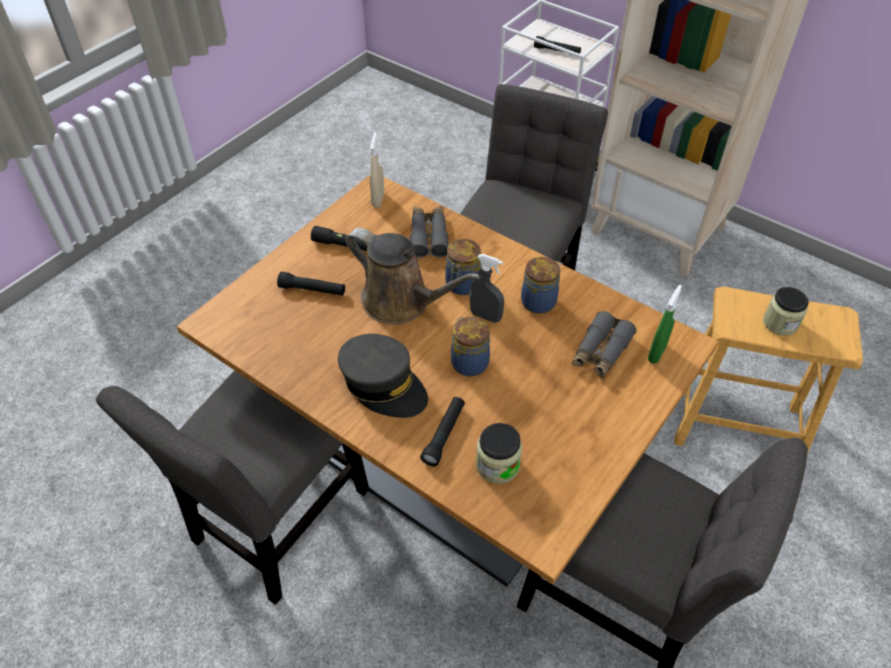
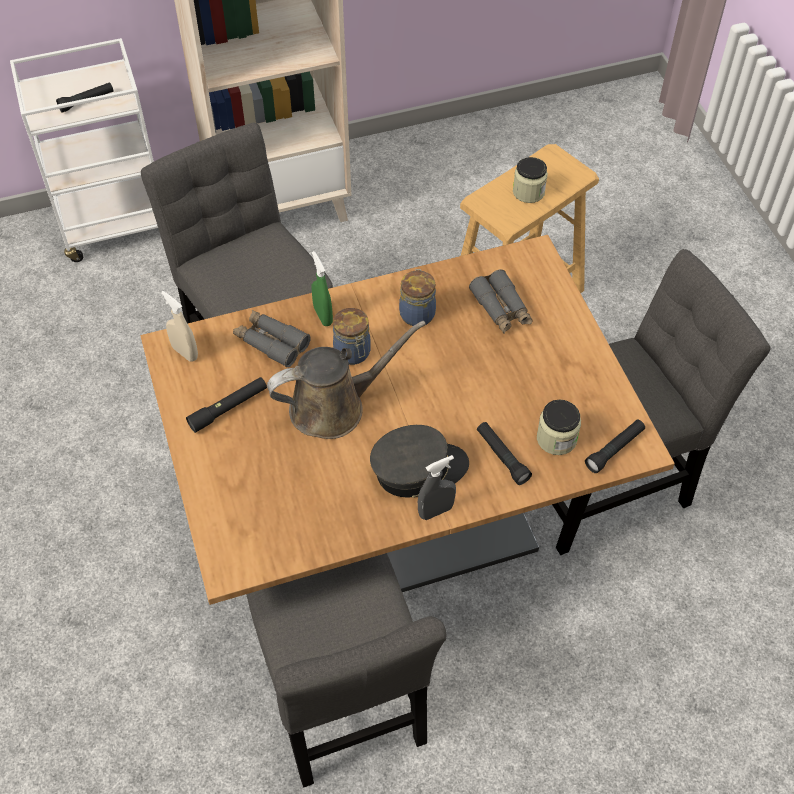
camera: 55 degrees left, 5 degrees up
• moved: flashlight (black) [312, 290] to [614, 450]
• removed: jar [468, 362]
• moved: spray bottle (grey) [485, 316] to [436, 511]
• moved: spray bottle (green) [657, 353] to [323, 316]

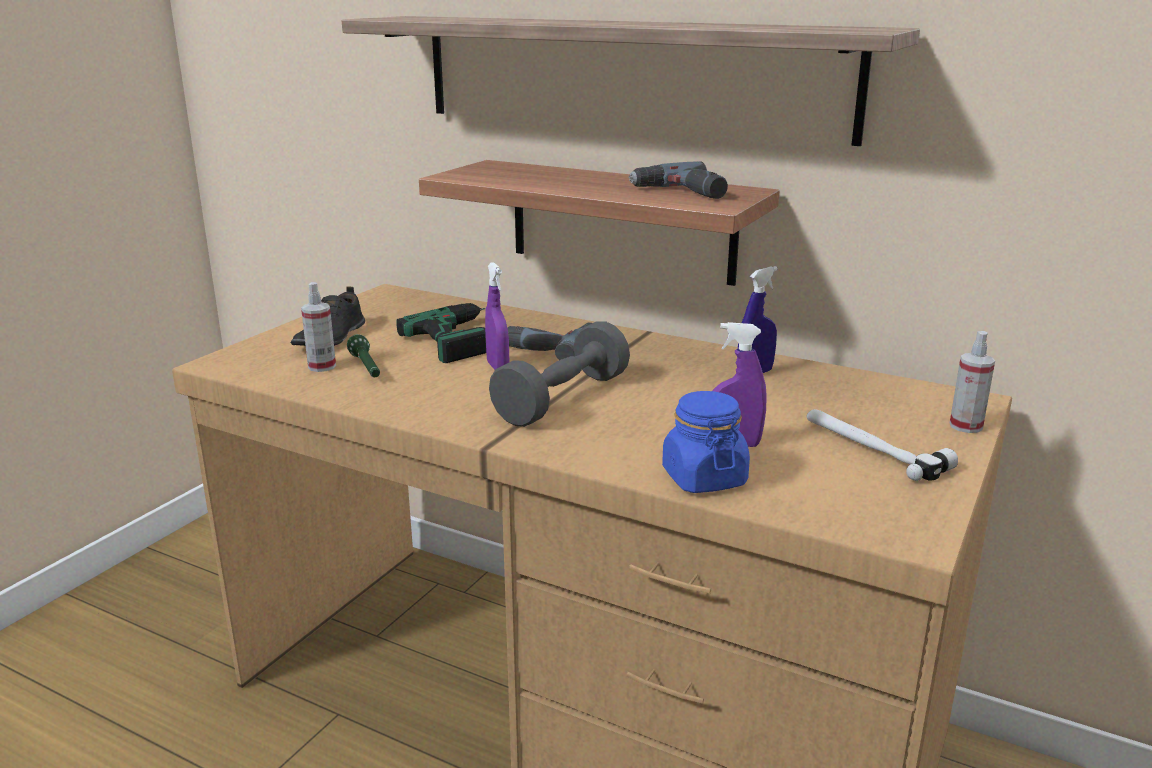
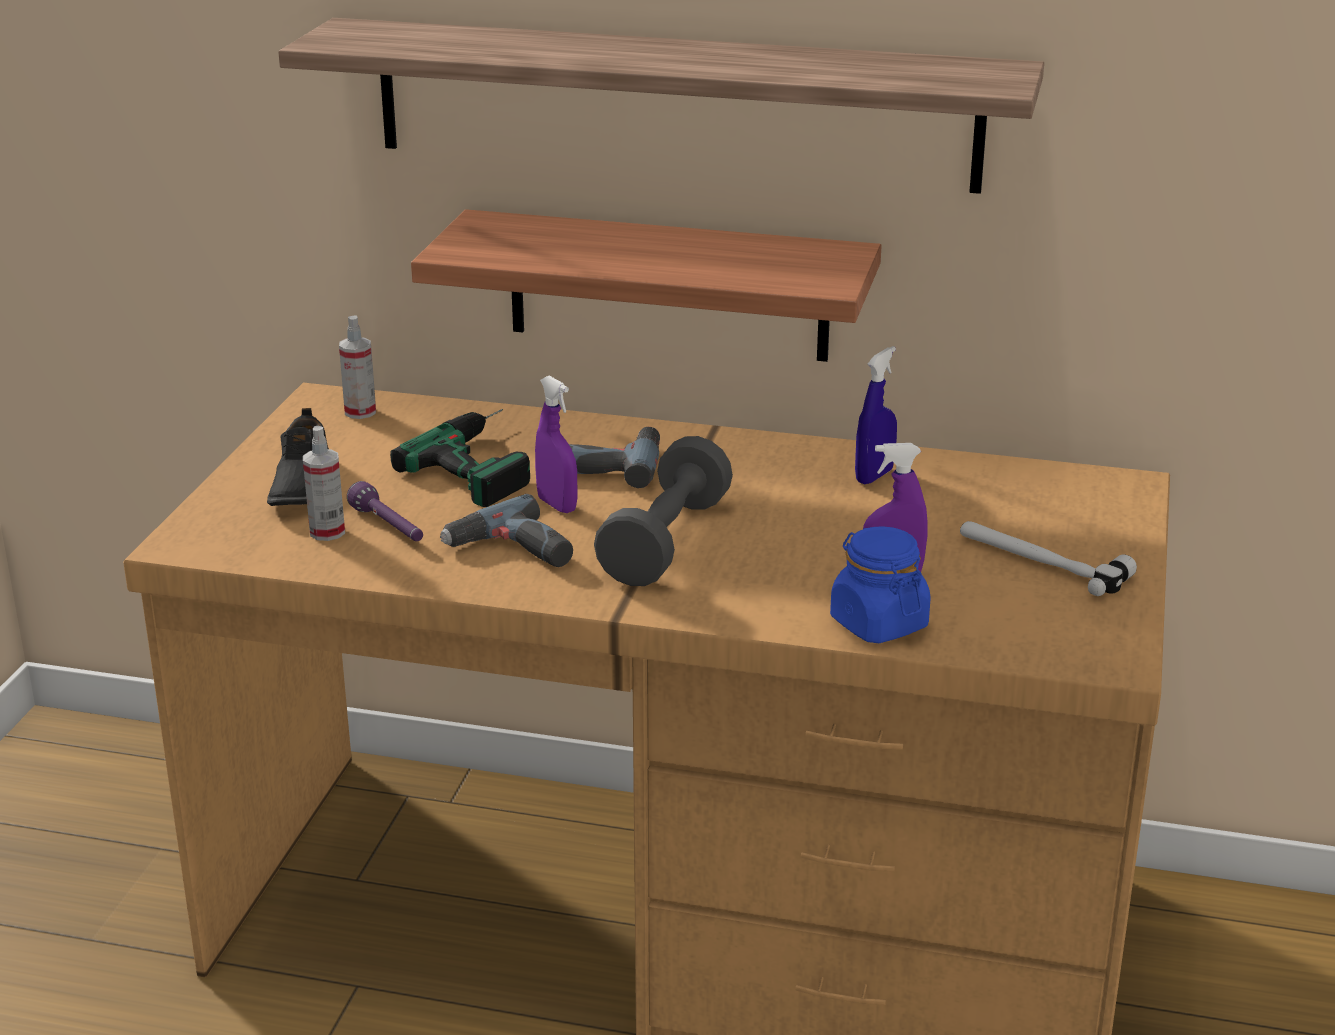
camera: 15 degrees left, 5 degrees up
• recoloured: flashlight (green) [366, 368] to flashlight (purple) [389, 527]
• moved: power drill [680, 192] to [511, 552]
• moved: spray bottle [966, 426] to [360, 412]

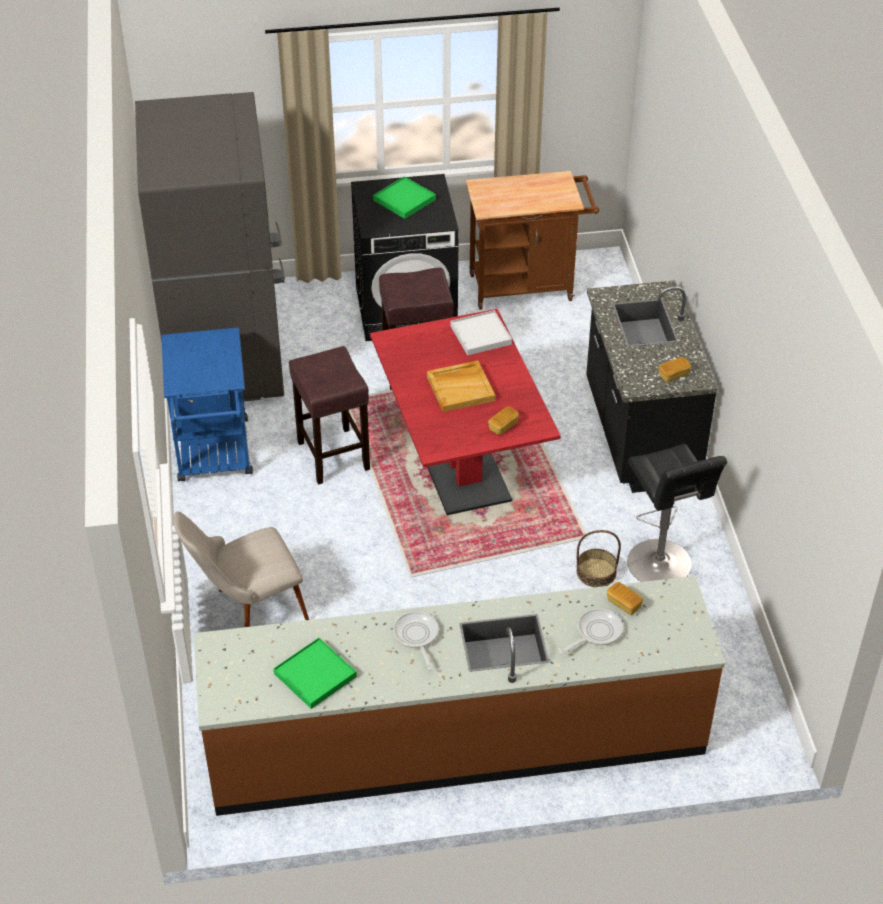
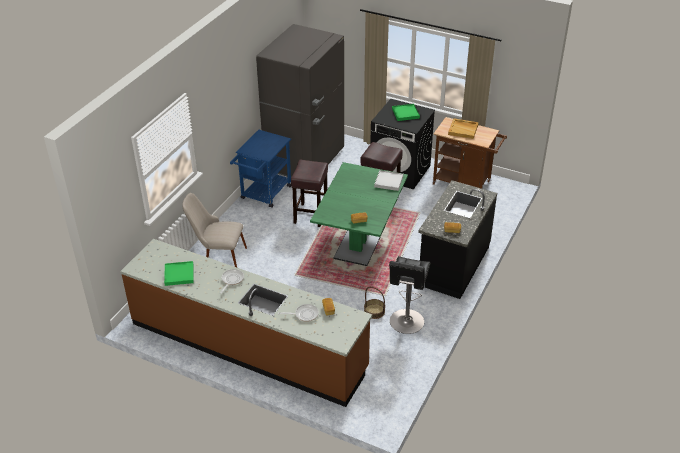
camera: 35 degrees right, 5 degrees down
• recoloured: dining table (red) [461, 465] to dining table (green) [359, 242]
• moved: tray (beige) [461, 388] to [463, 129]

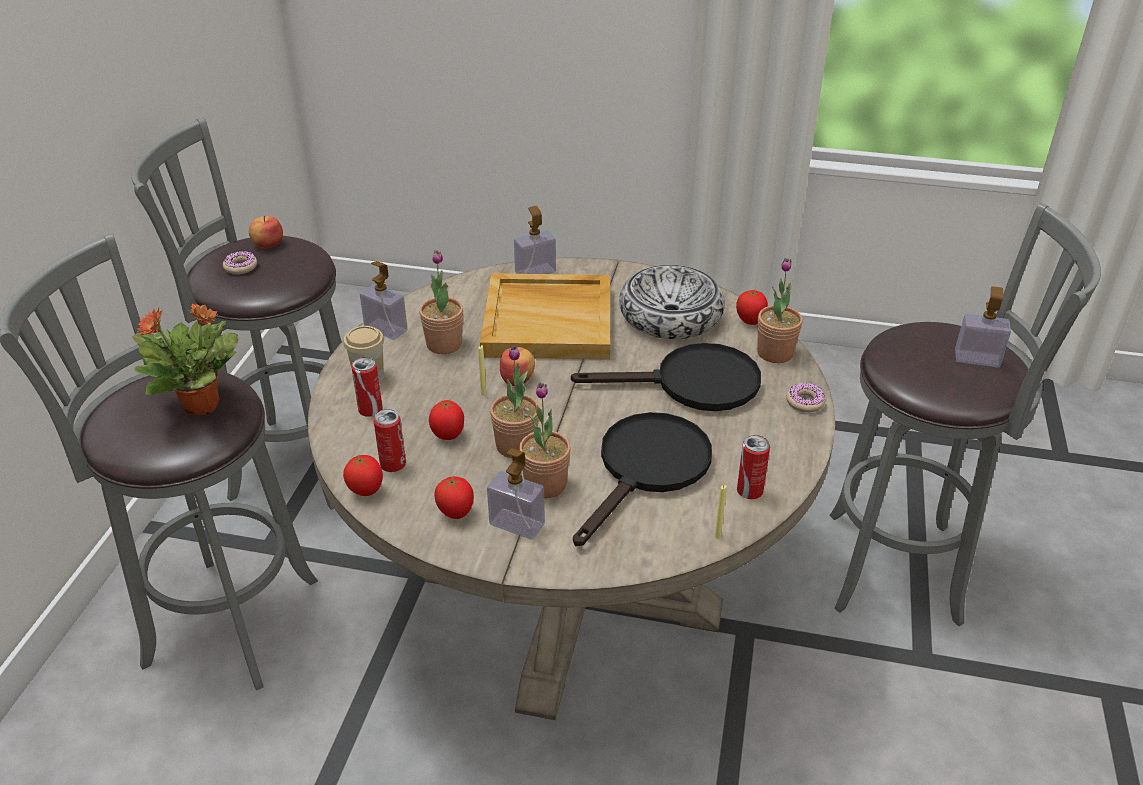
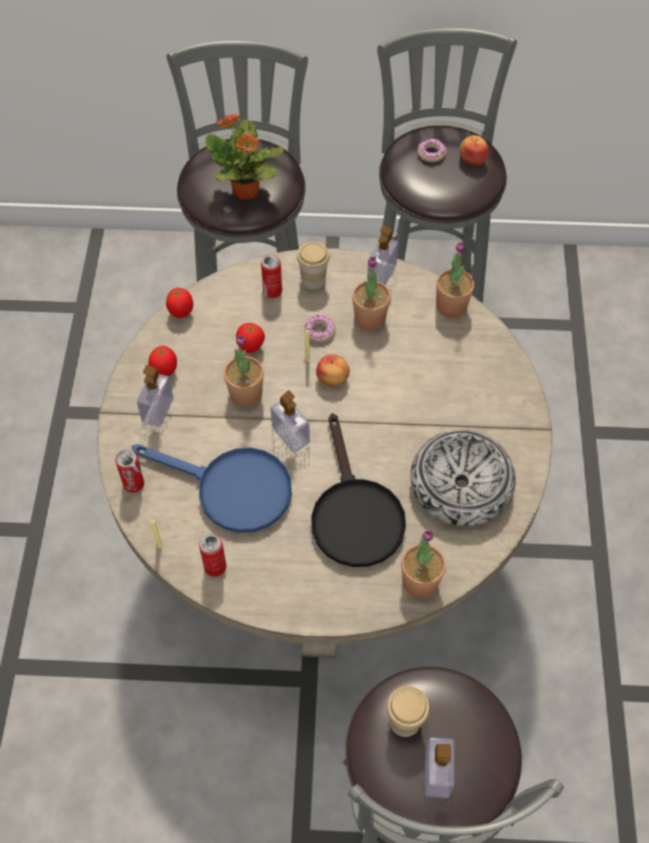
camera: 80 degrees right, 20 degrees up
• moved: can [393, 464] to [134, 484]
• removed: tray (beige) [549, 321]
• moved: soap dispenser [535, 272] to [290, 435]
• moved: potted plant [545, 484] to [451, 306]
• recoloured: frying pan (black) [647, 469] to frying pan (blue) [231, 489]
• removed: tomato [750, 321]
• moved: donut [805, 402] to [319, 331]
• added: cup [405, 721]

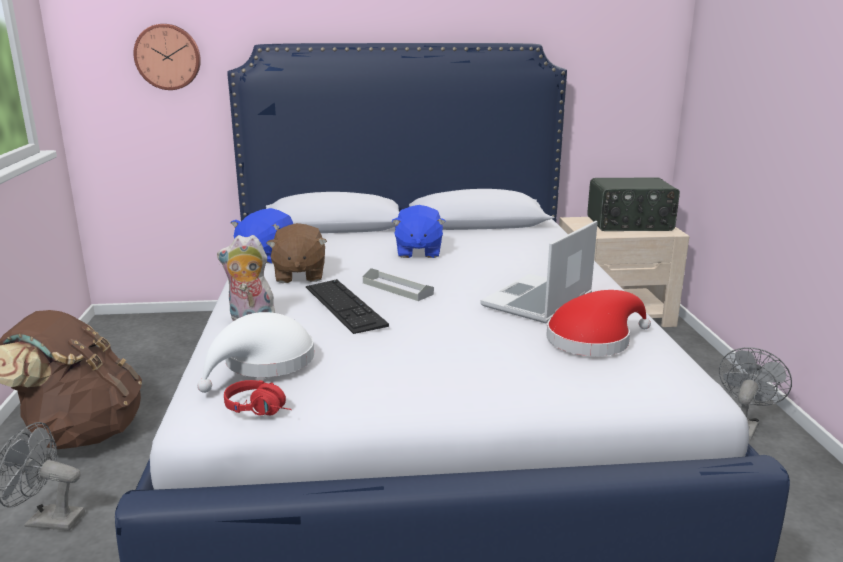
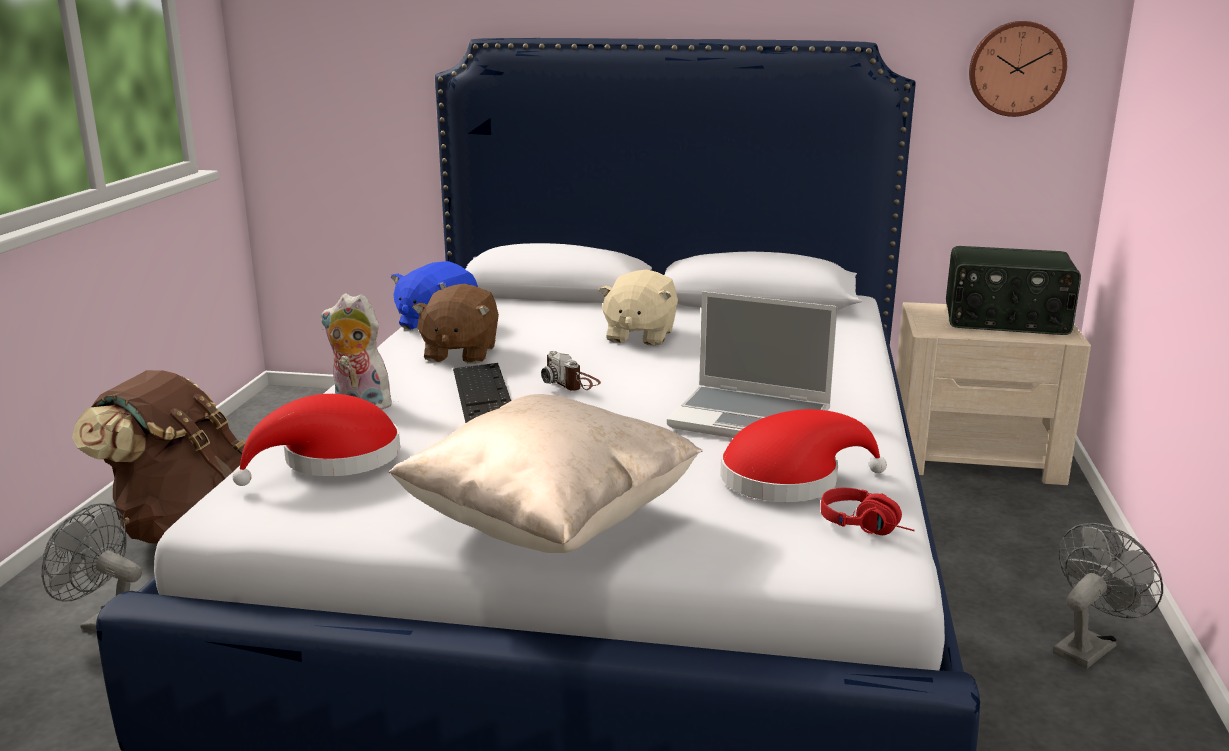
camera: 15 degrees right, 0 degrees up
• moved: wall clock [168, 57] to [1016, 68]
• recoloured: hat (white) [264, 363] to hat (red) [333, 460]
• moved: headphones (red) [262, 409] to [868, 527]
• replaced: tray (grey) [397, 288] to photo camera [571, 382]
• recoloured: plush toy (blue) [418, 252] to plush toy (beige) [639, 335]
• turned: laptop [538, 301] = [752, 419] 120 degrees counterclockwise
• added: pillow (beige) [550, 523]

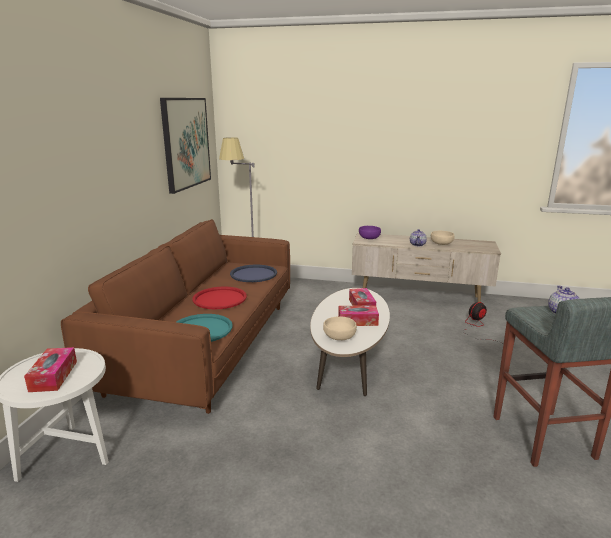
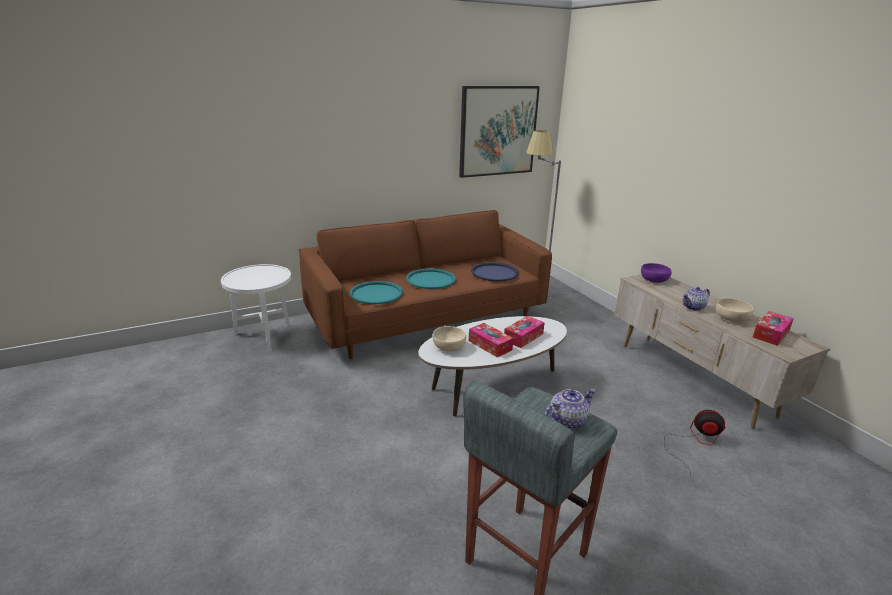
camera: 50 degrees right, 5 degrees up
• moved: tissue box [53, 376] to [771, 334]
• recoloured: tray (red) [220, 299] to tray (turquoise) [430, 279]

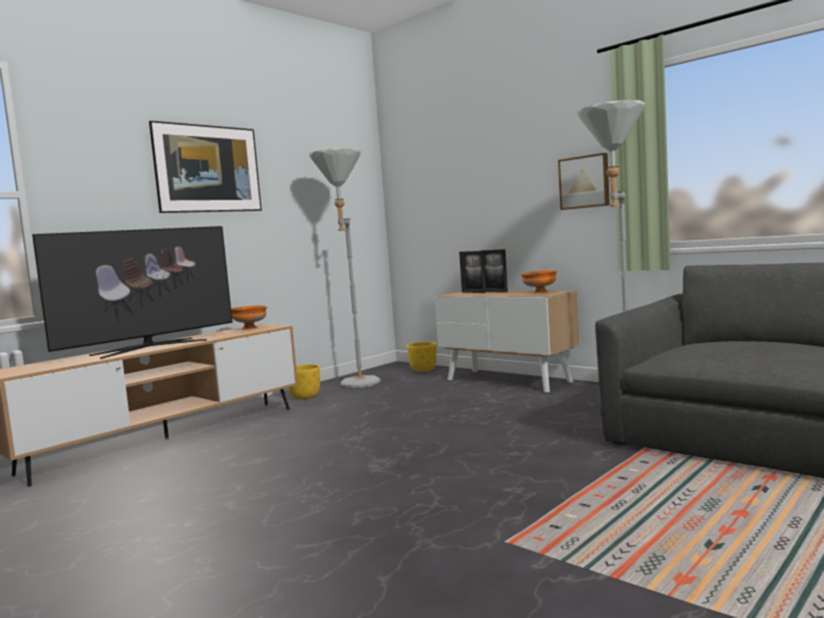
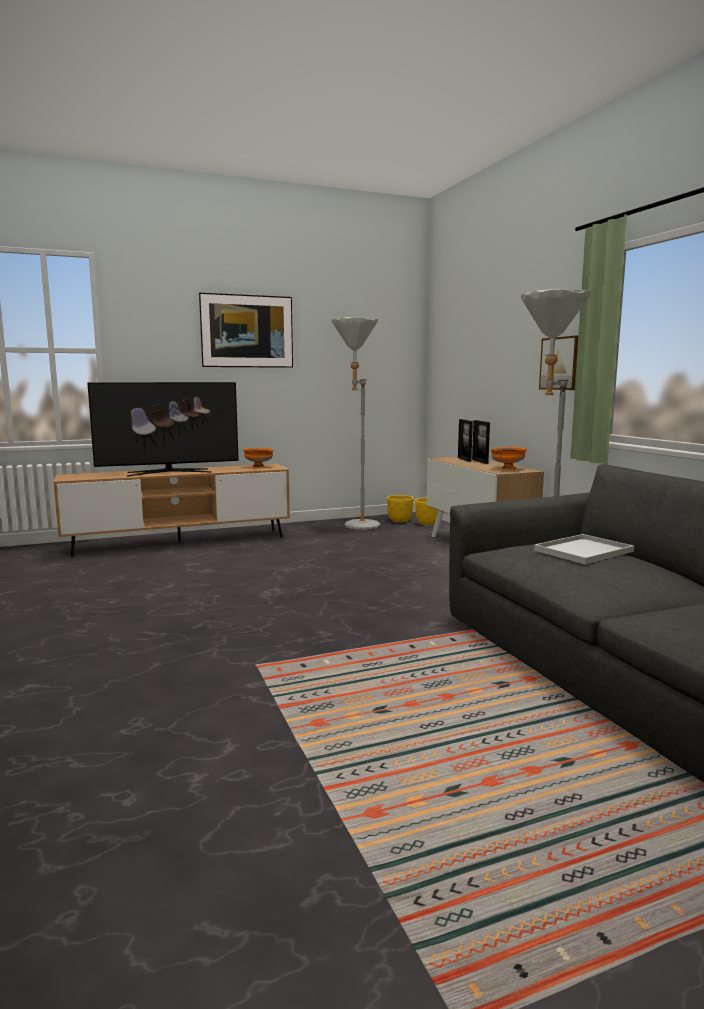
camera: 25 degrees right, 5 degrees up
• moved: planter (yellow) [305, 396] to [399, 520]
• added: tray (white) [583, 551]

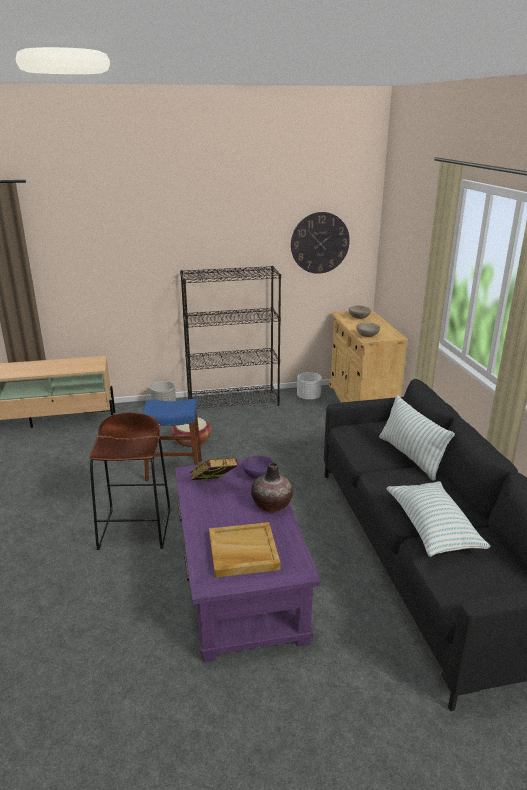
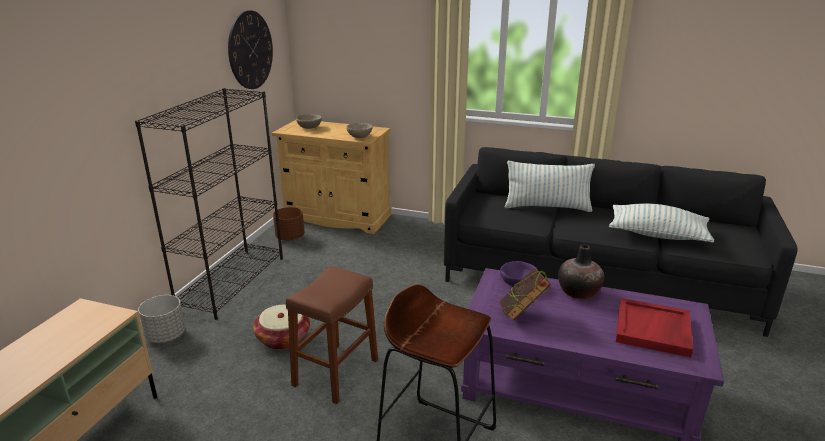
camera: 60 degrees left, 0 degrees up
• recoloured: stool (blue) [174, 470] to stool (brown) [336, 372]
• recoloured: tray (beige) [243, 552] to tray (red) [653, 330]
• recoloured: planter (white) [308, 397] to planter (brown) [290, 237]

